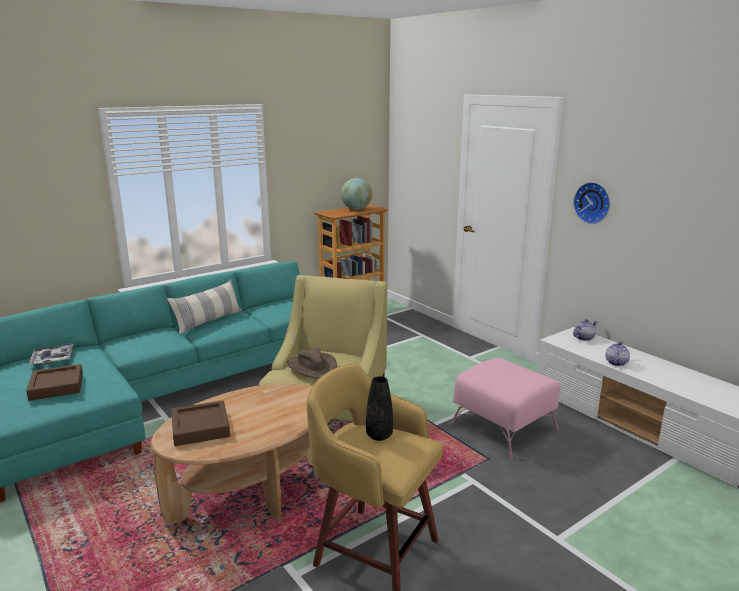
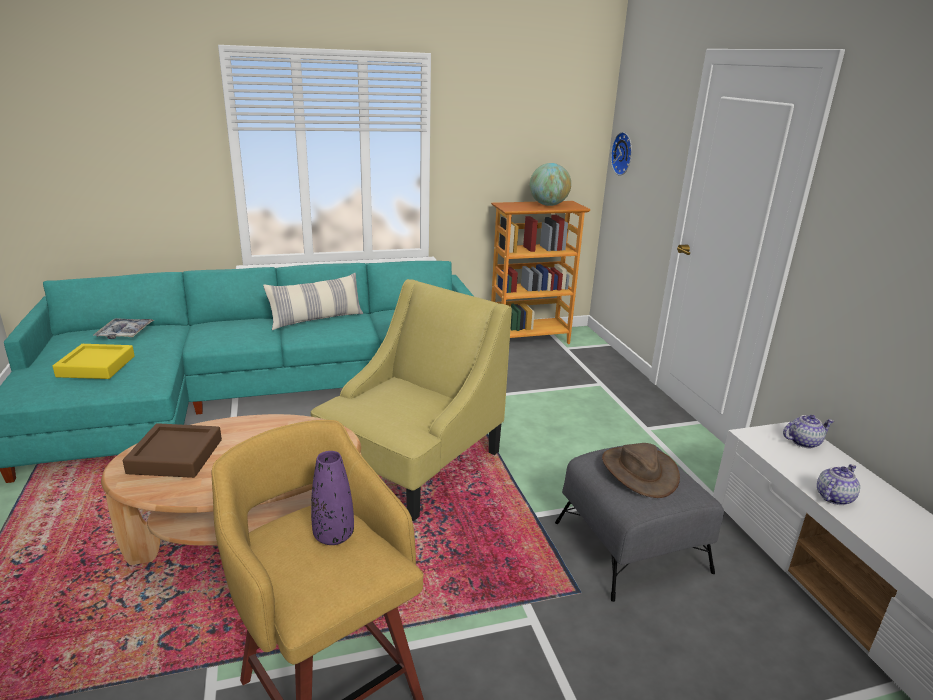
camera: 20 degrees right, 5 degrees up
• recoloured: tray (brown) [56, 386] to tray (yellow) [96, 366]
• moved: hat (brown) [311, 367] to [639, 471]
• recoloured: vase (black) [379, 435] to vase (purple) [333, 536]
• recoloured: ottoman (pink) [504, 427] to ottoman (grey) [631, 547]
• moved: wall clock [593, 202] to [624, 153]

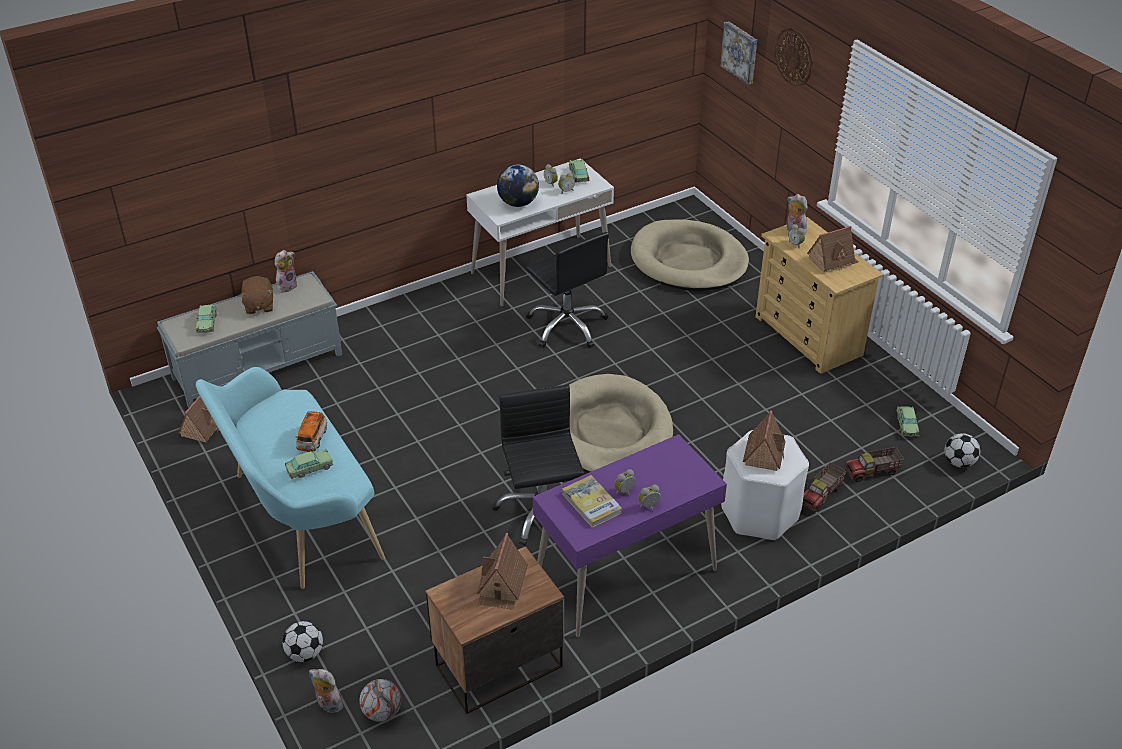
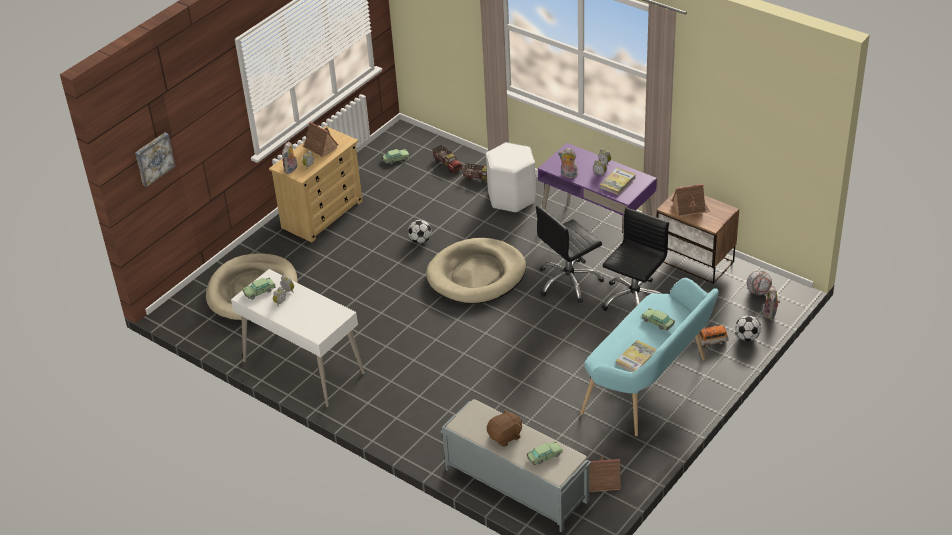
camera: 110 degrees left, 0 degrees up
• moved: plush toy [287, 285] to [568, 175]
• moved: toy car [312, 439] to [712, 341]
• removed: globe [518, 203]
• moved: office chair (black) [567, 325] to [634, 300]
• removed: toy house [764, 452]
• removed: wall clock [794, 57]
• moved: football [958, 462] to [420, 240]
• added: book [636, 358]

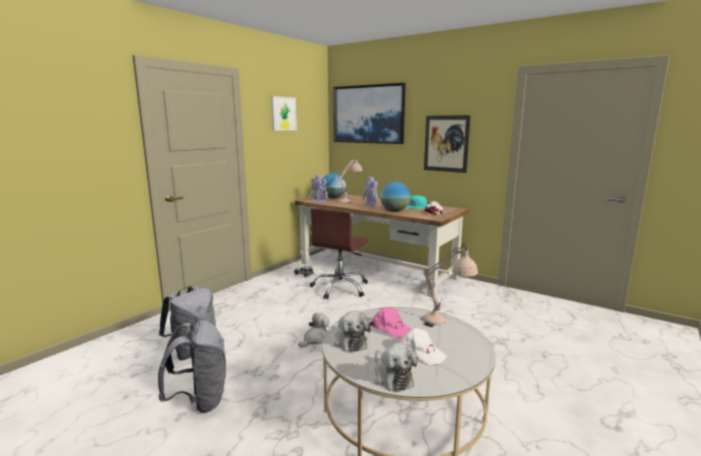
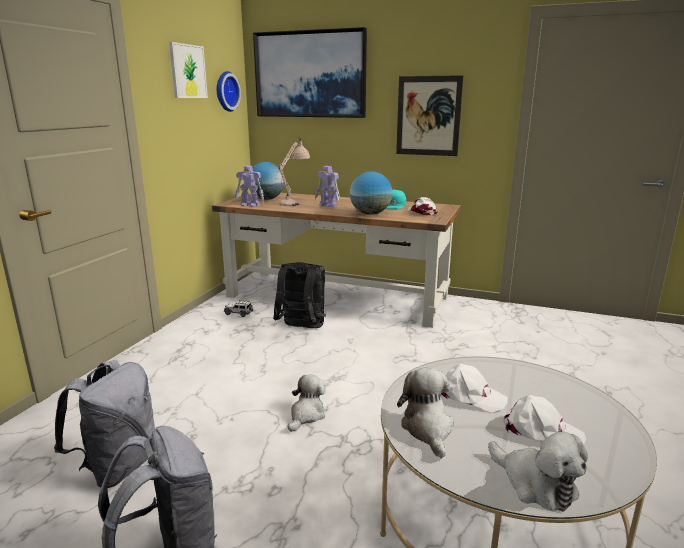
camera: 15 degrees left, 5 degrees up
• replaced: office chair (brown) [340, 288] to backpack (black) [301, 328]
• turned: plush toy [349, 341] = [428, 429] 150 degrees counterclockwise
• recoloured: cap (pink) [391, 328] to cap (white) [470, 396]
• removed: table lamp (beige) [446, 323]
• added: wall clock [225, 91]

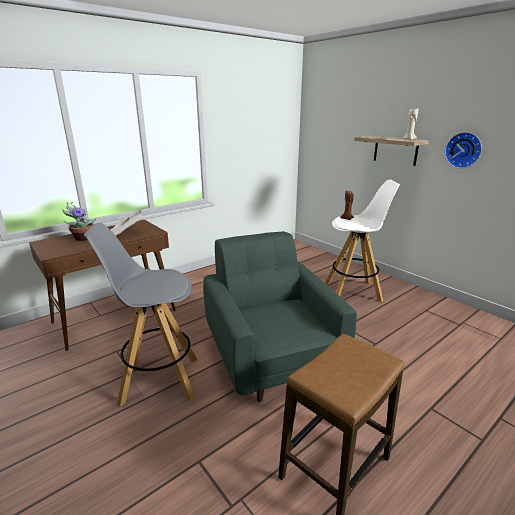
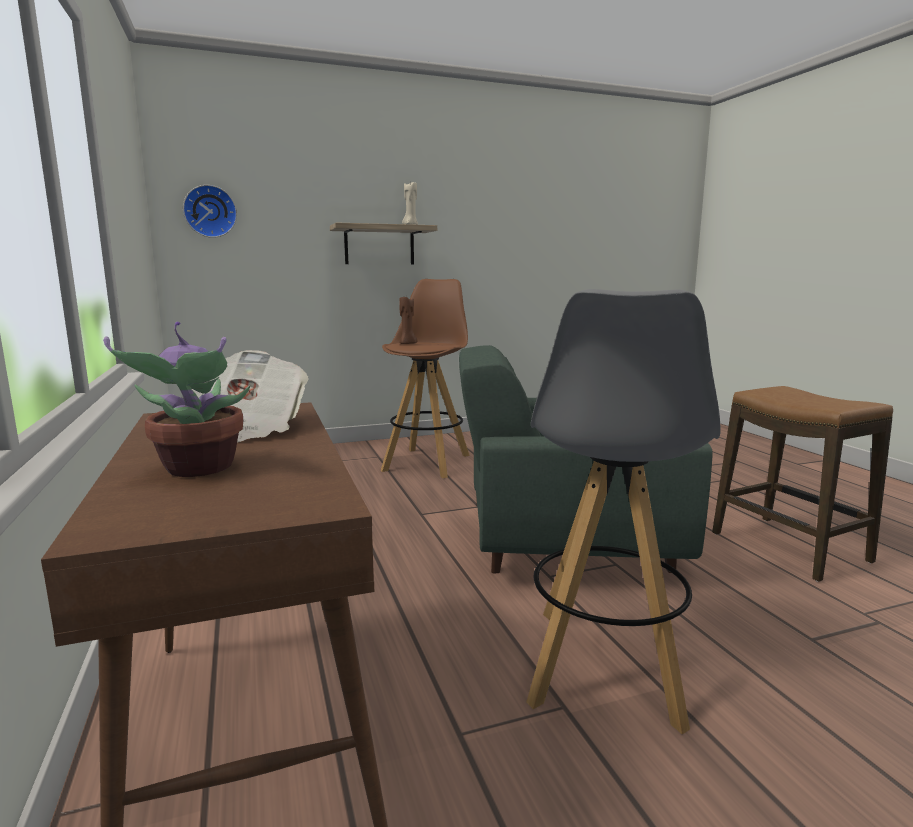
camera: 70 degrees left, 10 degrees down
• recoloured: stool (white) [353, 292] to stool (brown) [427, 462]
• moved: wall clock [464, 150] to [210, 211]

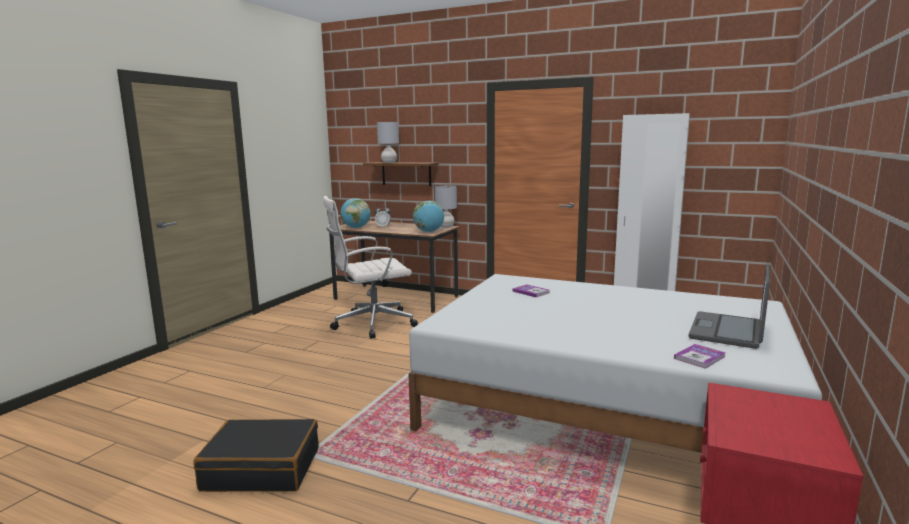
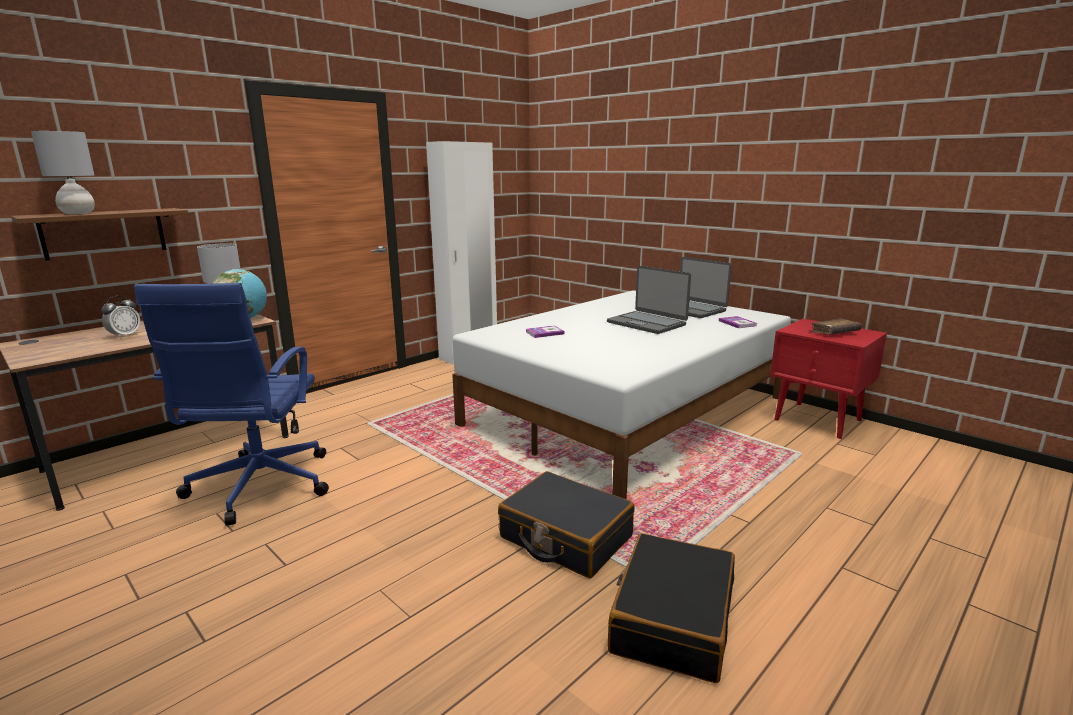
camera: 70 degrees left, 5 degrees up
• recoloured: office chair (white) [371, 324] to office chair (blue) [259, 487]
• removed: globe [356, 228]
• added: suitcase (black) [565, 537]
• added: laptop [647, 323]
• added: book (brown) [834, 333]

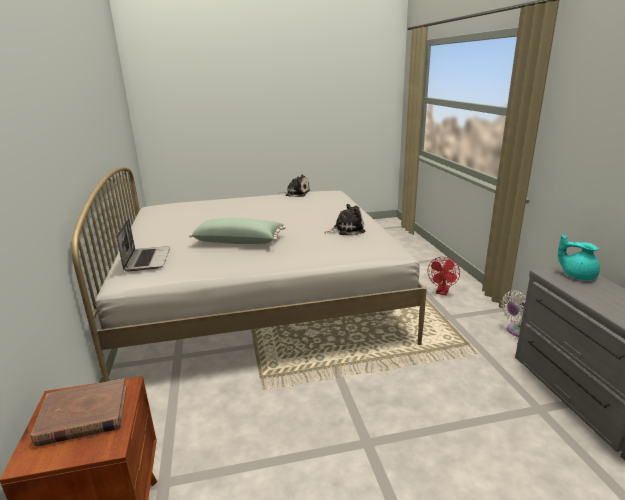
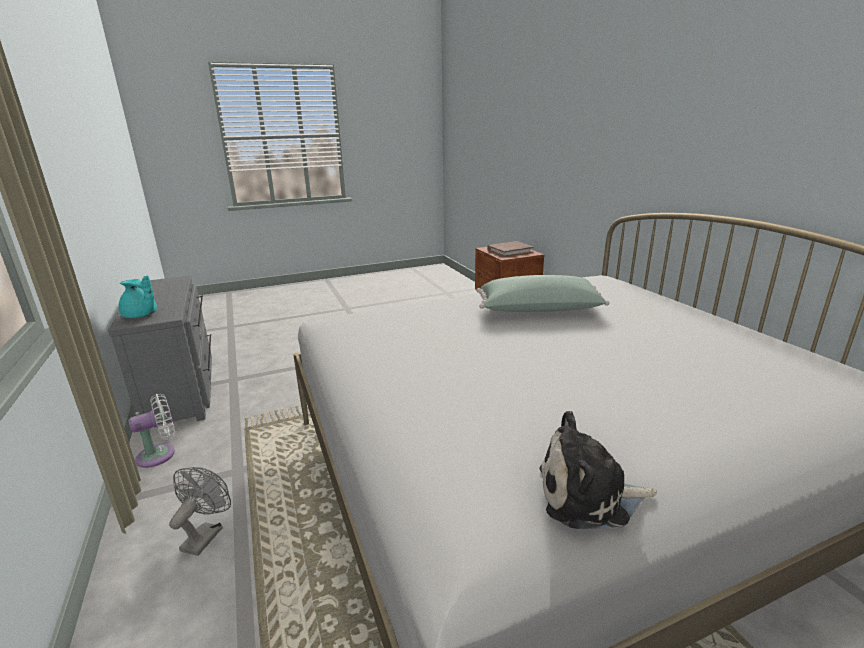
camera: 170 degrees right, 0 degrees up
• removed: laptop [147, 259]
• removed: plush toy [346, 229]
• recoloured: fan (red) [442, 292] to fan (grey) [206, 534]

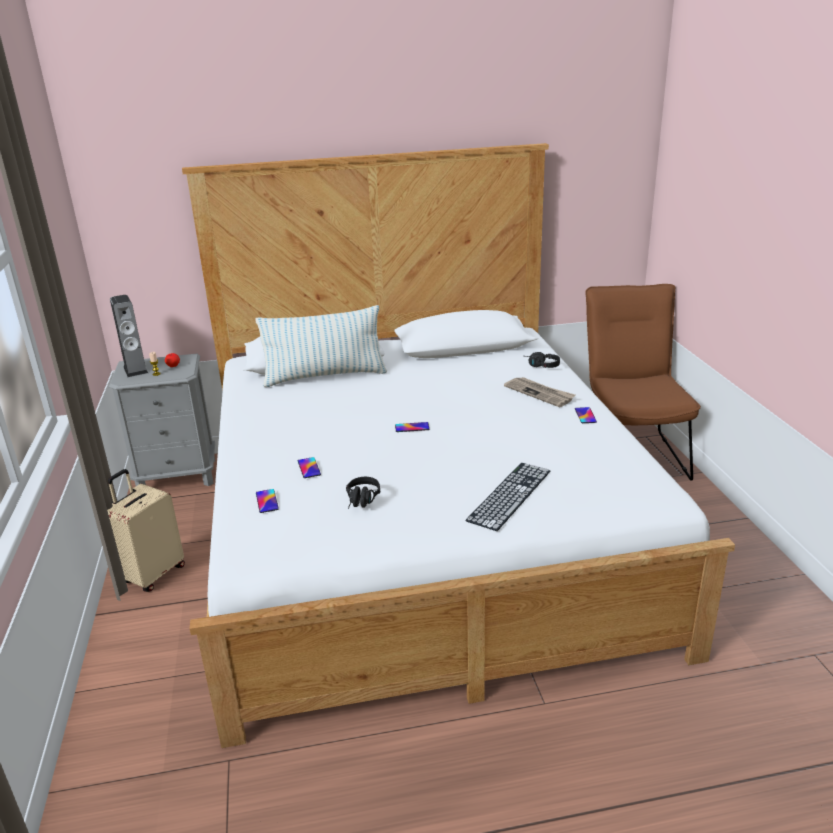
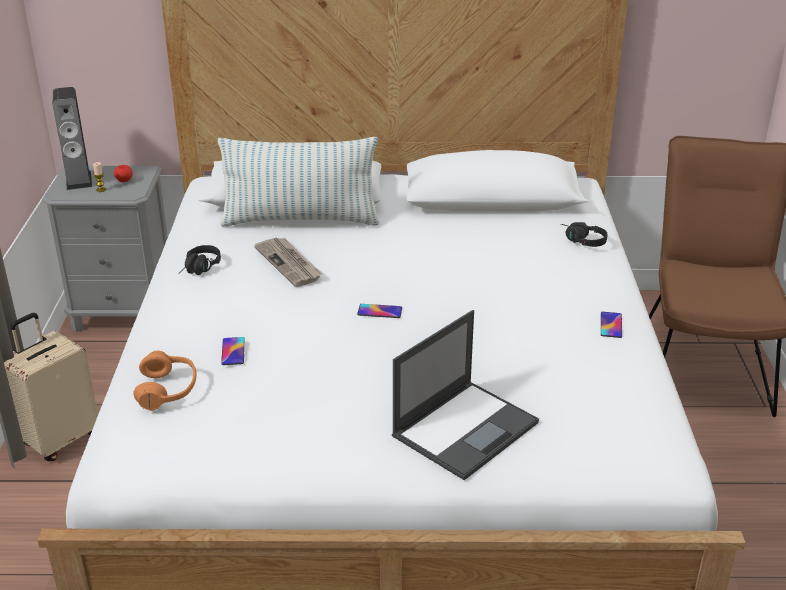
camera: 10 degrees right, 5 degrees up
• replaced: phone [267, 501] to headphones (orange) [168, 390]
• moved: headphones (black) [362, 501] to [199, 269]
• replaced: keyboard [510, 495] to laptop [466, 428]
• moved: newspaper [539, 393] to [289, 263]

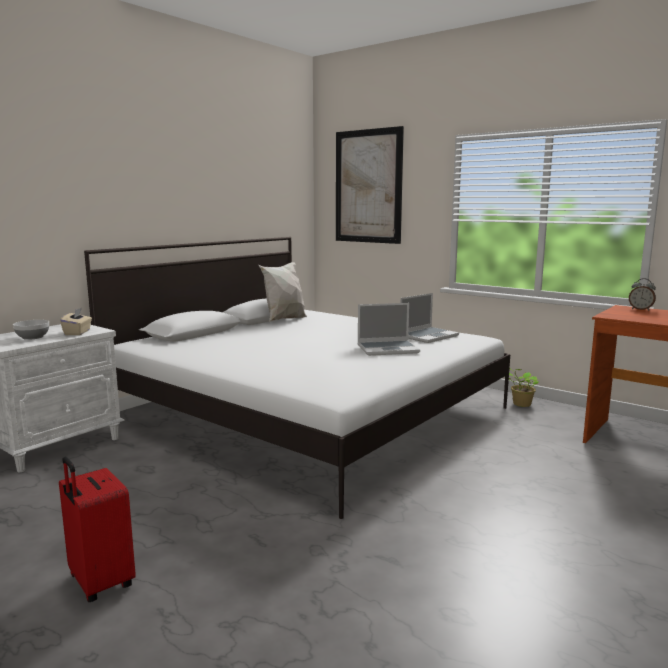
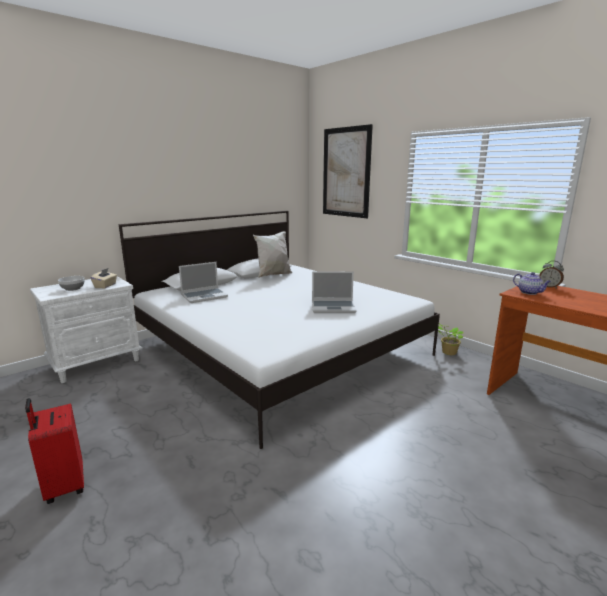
camera: 10 degrees right, 5 degrees up
• moved: laptop [428, 336] to [204, 296]
• added: teapot [530, 292]

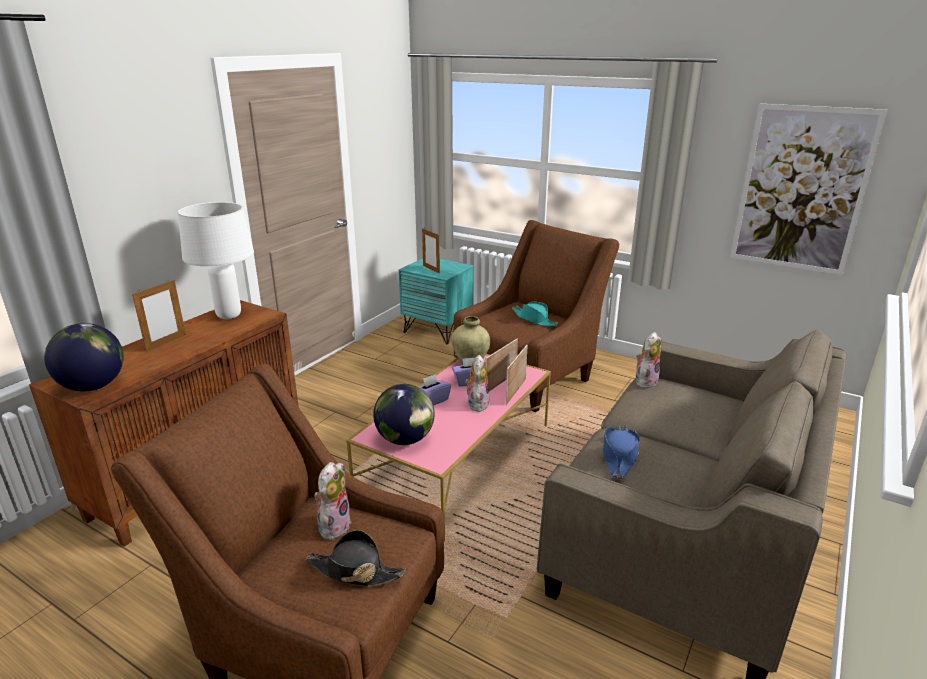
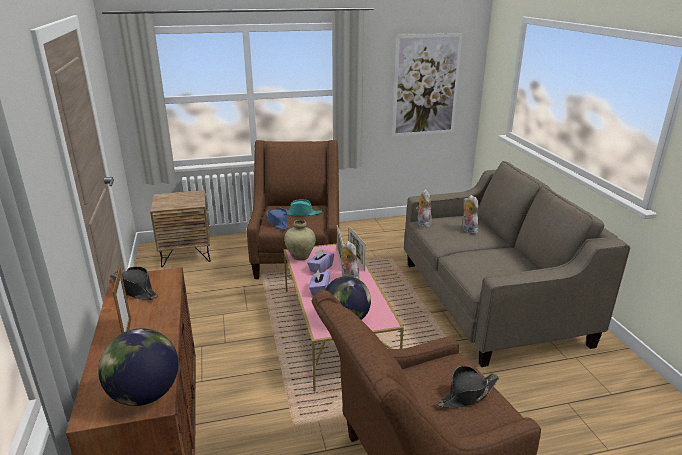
camera: 45 degrees left, 0 degrees up
• replaced: table lamp (white) [228, 316] to hat (black) [135, 289]
• moved: plush toy [333, 525] to [468, 230]
• recoloured: nightstand (turquoise) [438, 330] to nightstand (brown) [186, 254]
• removed: picture frame [431, 269]
• moved: hat (blue) [619, 456] to [277, 222]

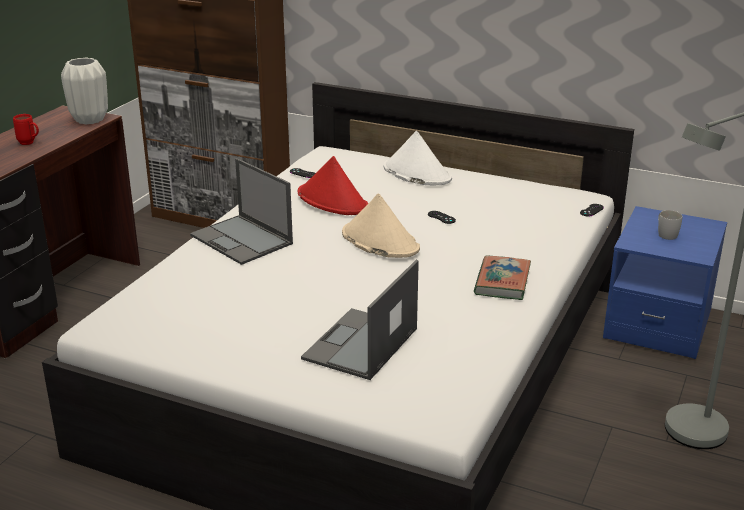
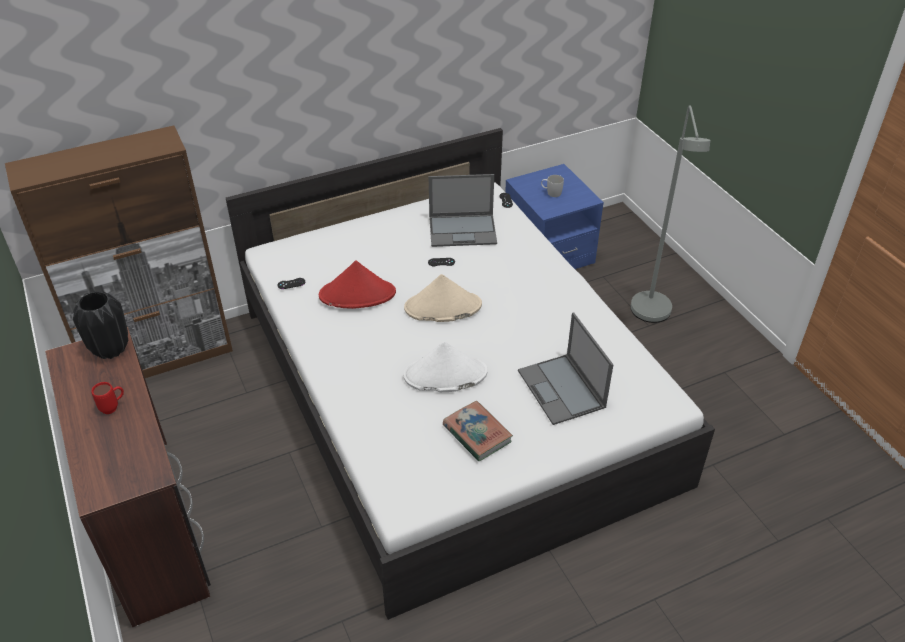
camera: 50 degrees left, 15 degrees up
• recoloured: vase (white) [90, 120] to vase (black) [111, 349]
• moved: laptop [242, 240] to [463, 230]
• moved: hat (white) [416, 173] to [445, 375]
• moved: book [502, 282] to [477, 434]

